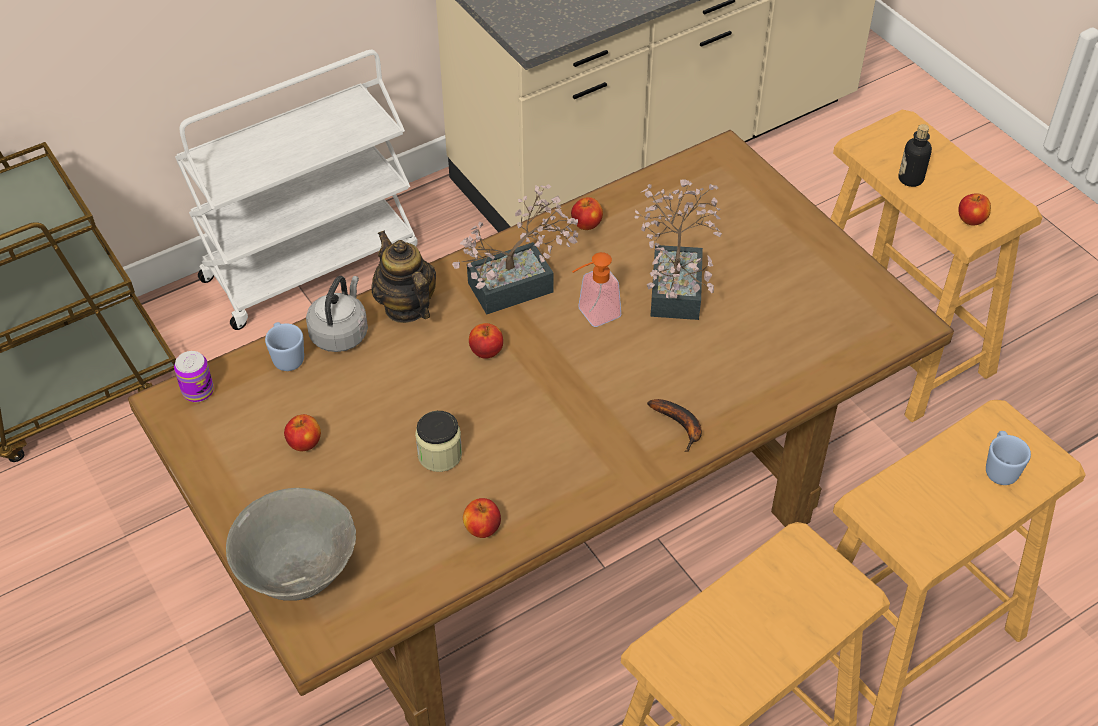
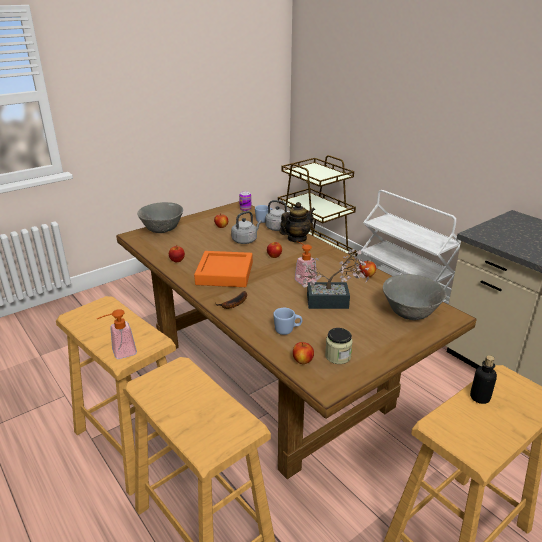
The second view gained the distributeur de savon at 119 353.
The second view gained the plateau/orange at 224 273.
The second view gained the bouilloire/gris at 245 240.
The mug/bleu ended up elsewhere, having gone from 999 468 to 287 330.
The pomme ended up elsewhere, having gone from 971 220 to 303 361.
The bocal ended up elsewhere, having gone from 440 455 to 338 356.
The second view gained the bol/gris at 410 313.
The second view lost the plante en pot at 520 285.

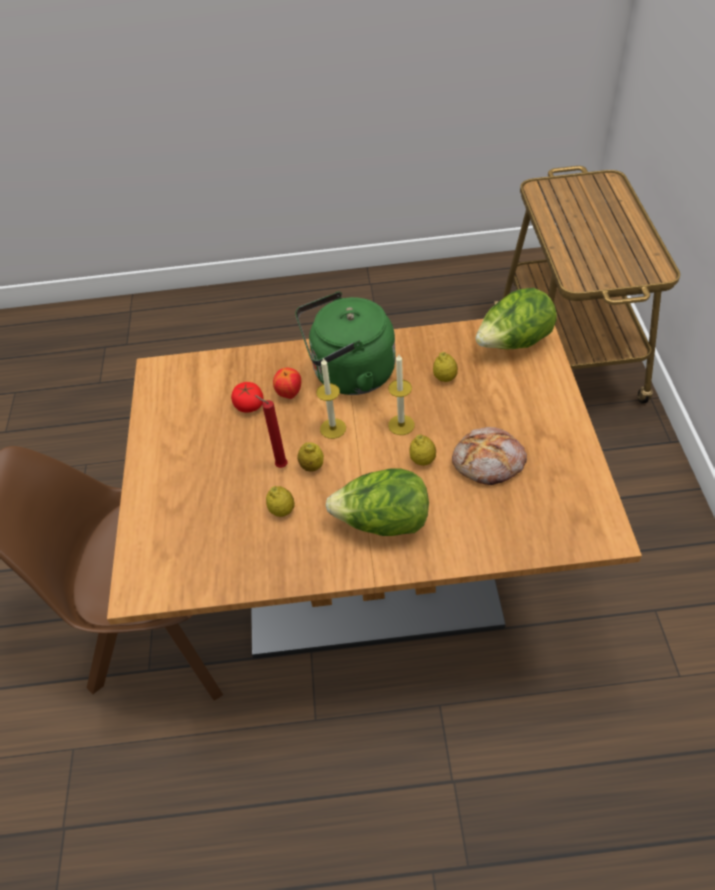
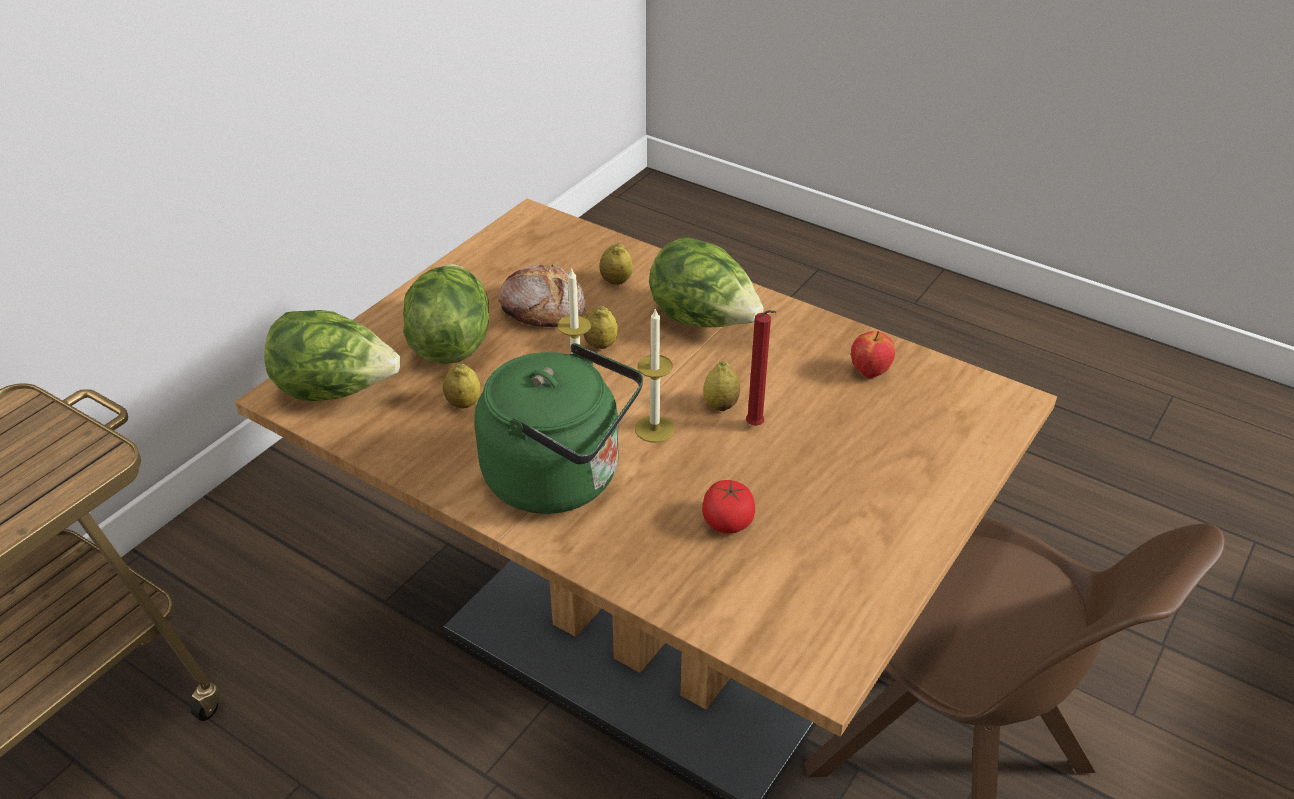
The second view gained the laitue at 450 342.
The citron ended up elsewhere, having gone from 282 510 to 616 281.
The pomme ended up elsewhere, having gone from 289 394 to 869 373.

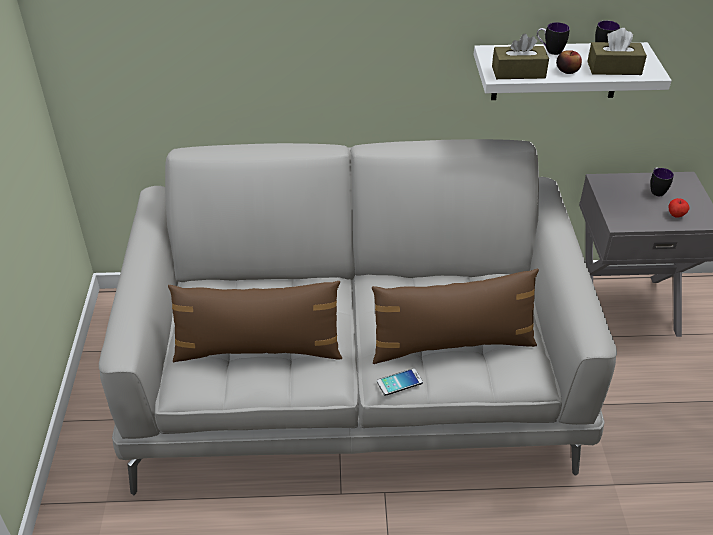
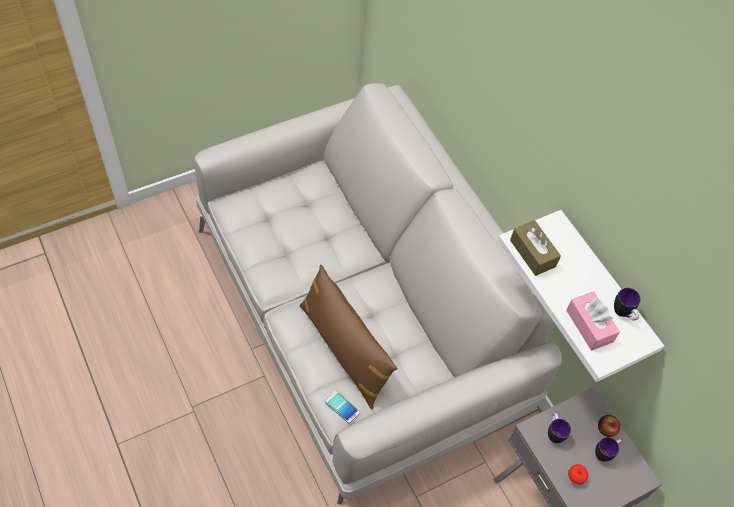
The téléphone ended up elsewhere, having gone from 399 382 to 342 407.
The mug ended up elsewhere, having gone from 549 51 to 554 433.
What was the boîte à mouchoirs/marron at 614 68 turned into the boîte à mouchoirs/rose at 589 326.
The pomme ended up elsewhere, having gone from 567 70 to 606 429.
The second view lost the coussin/marron at 258 349.

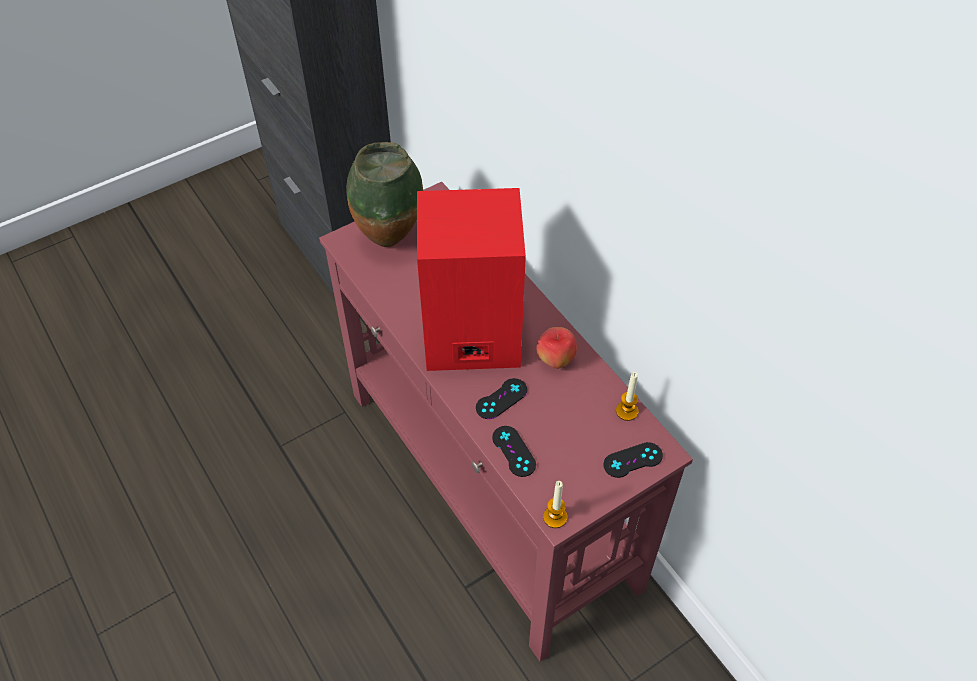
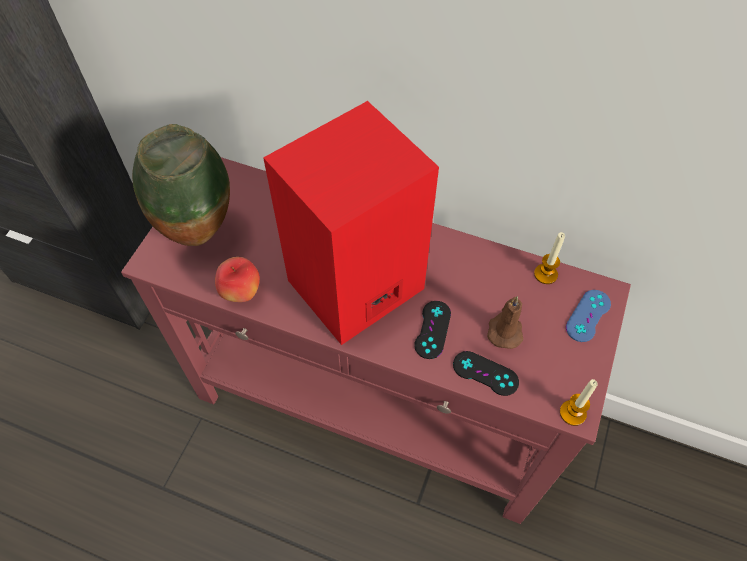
The pomme ended up elsewhere, having gone from 555 360 to 241 292.
The second view gained the bougie/marron at 504 330.
What was the manette/noir at 633 460 turned into the manette/bleu at 588 315.

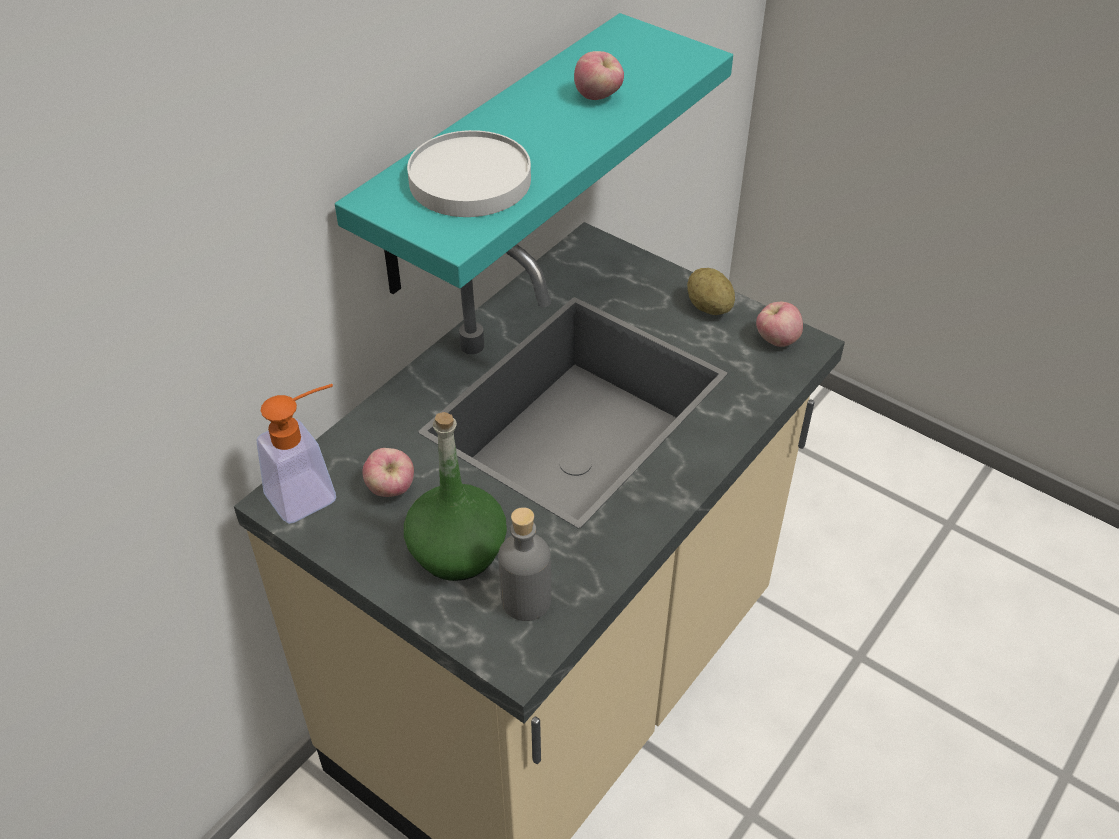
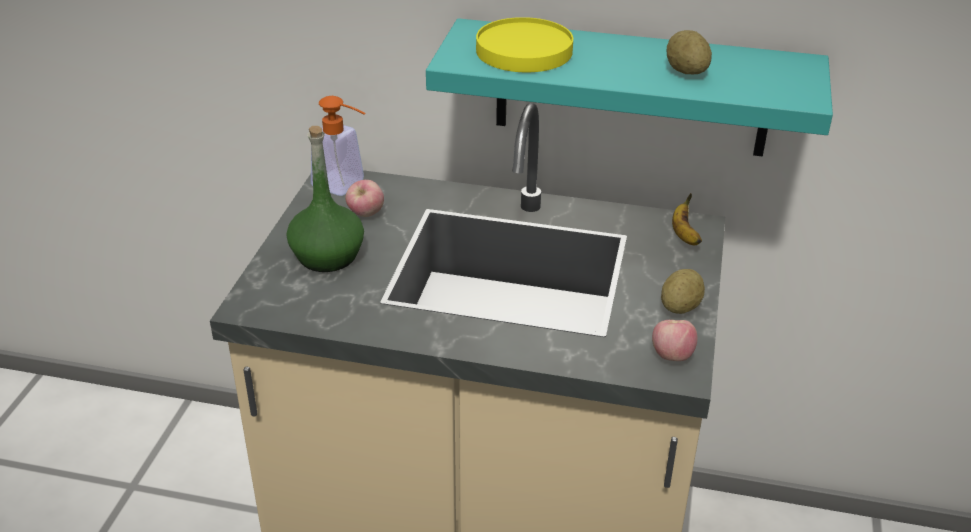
What was the assiette/blanc at 471 180 turned into the assiette/jaune at 524 51.
Where the pomme stood at 598 97, the pomme de terre came to stand at 686 71.
The second view gained the banane at 684 235.
The second view lost the bouteille/gris at 526 600.

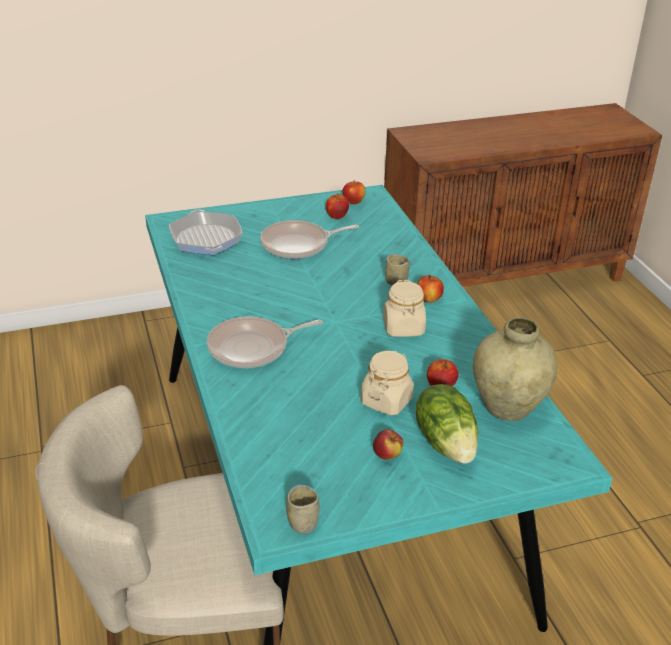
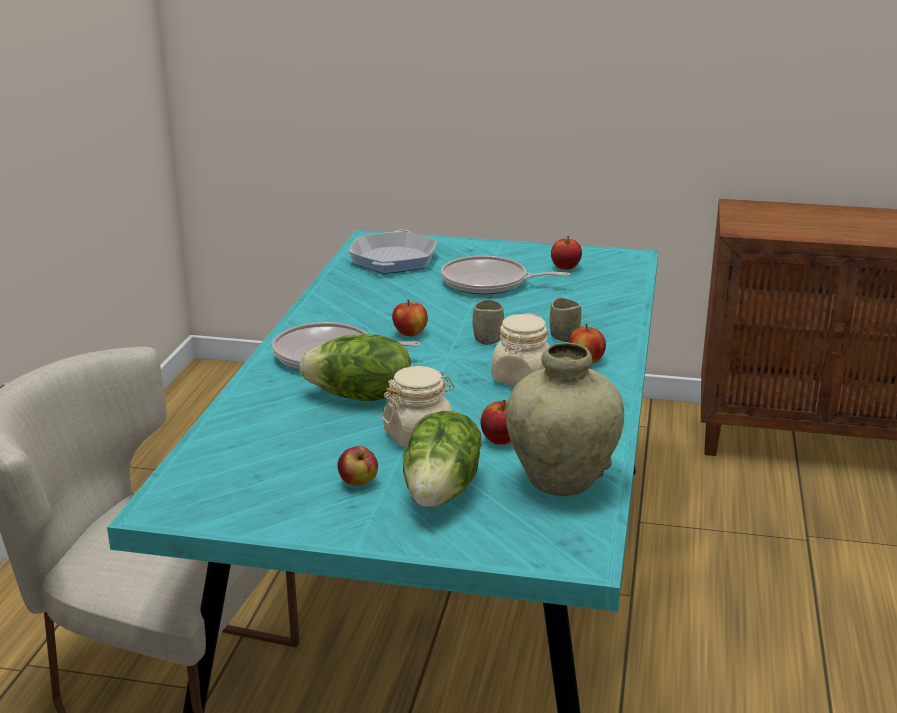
The second view gained the laitue at 360 397.
The pomme ended up elsewhere, having gone from 353 202 to 410 333.
The tasse ended up elsewhere, having gone from 302 523 to 488 339.

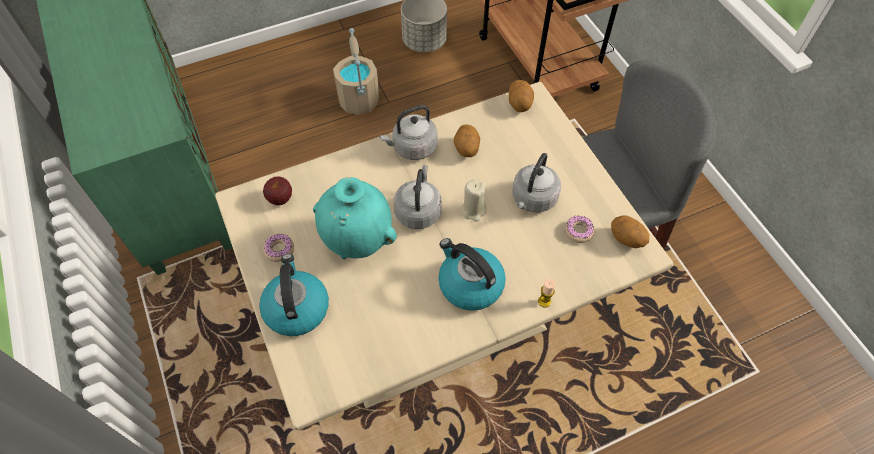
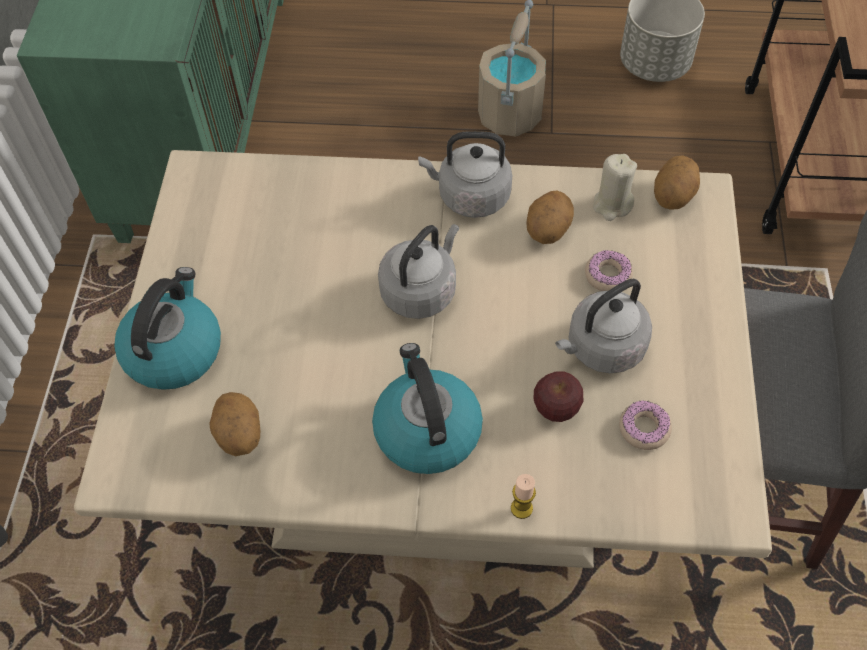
The pomme de terre ended up elsewhere, having gone from 626 239 to 239 435.
The pomme ended up elsewhere, having gone from 280 199 to 556 408.
The beignet ended up elsewhere, having gone from 279 250 to 607 275.
The bougie/beige ended up elsewhere, having gone from 473 210 to 612 205.
The second view lost the vase/turquoise at 358 241.

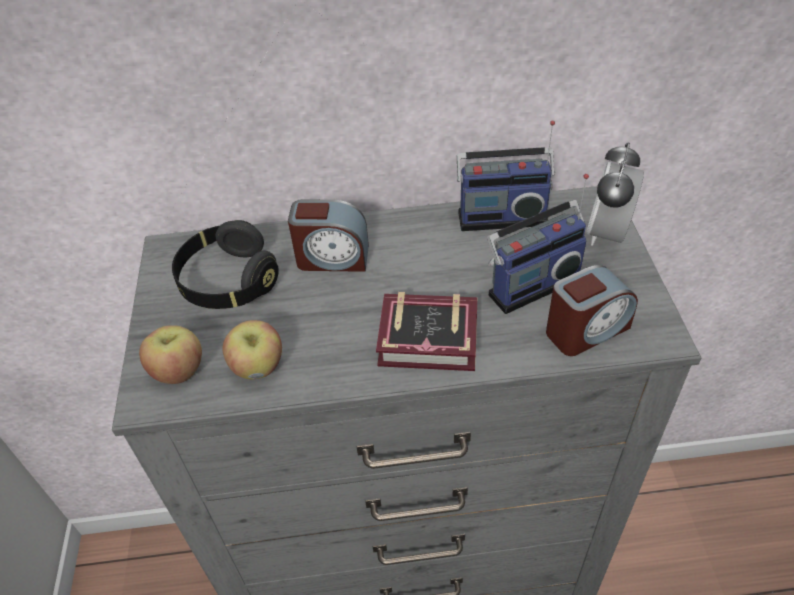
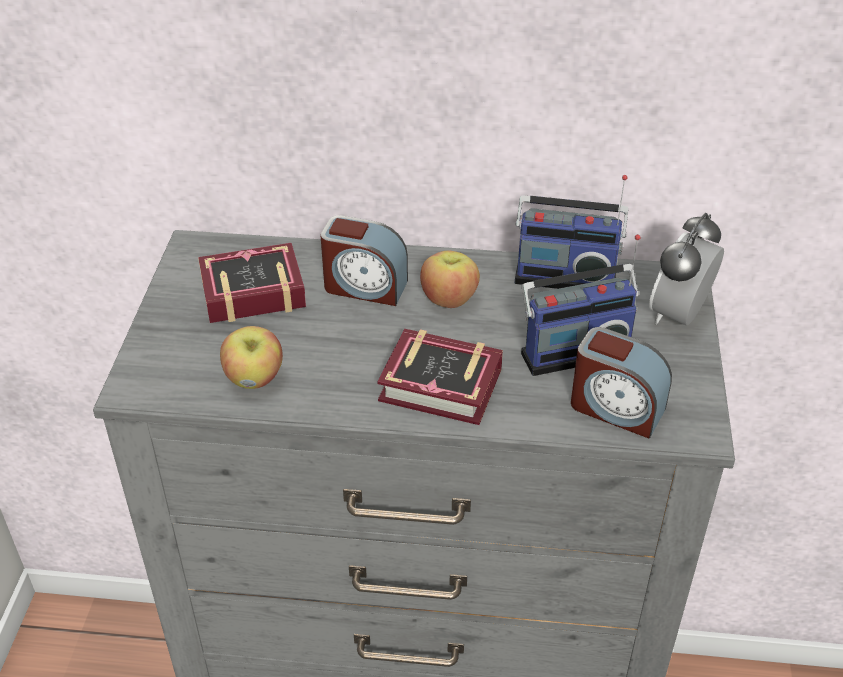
Where the casque audio/noir stood at 228 282, the livre came to stand at 248 291.
The pomme ended up elsewhere, having gone from 179 370 to 449 298.
The réveil at 586 330 ended up facing another way, 45 degrees clockwise from before.

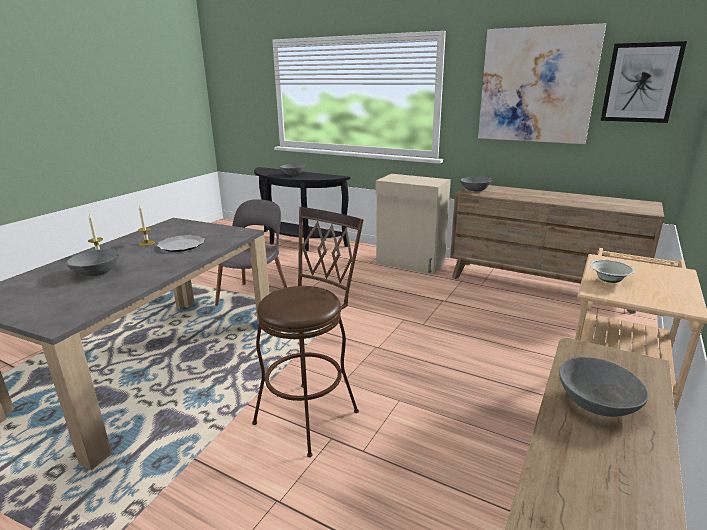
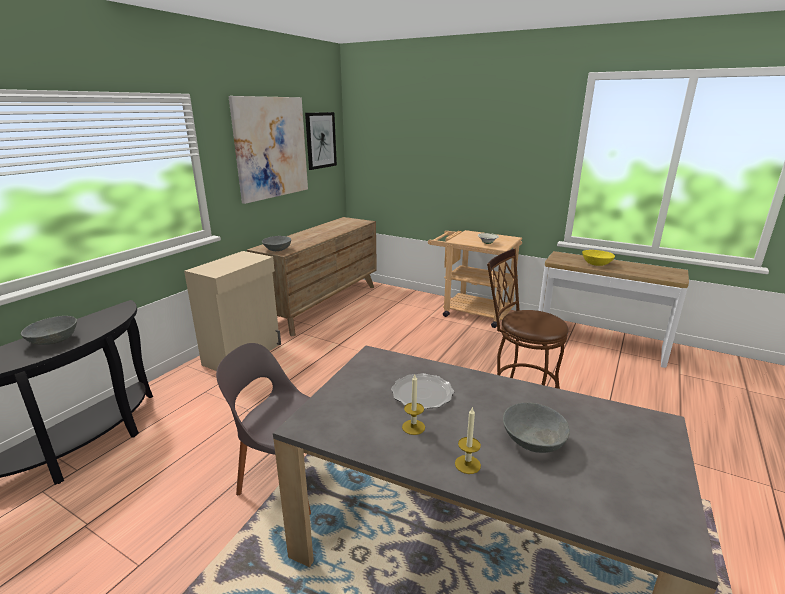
What was the bol/gris at 595 403 turned into the bol/jaune at 596 264.

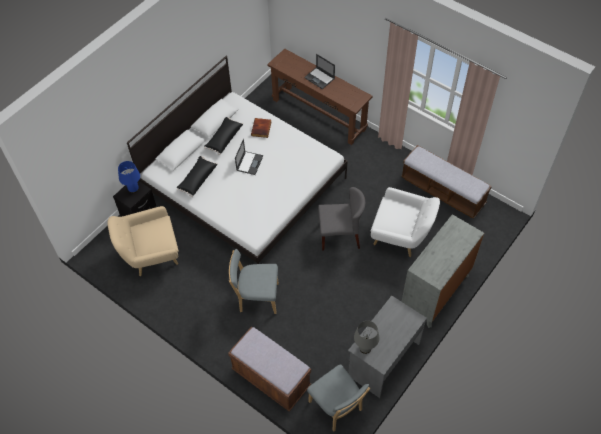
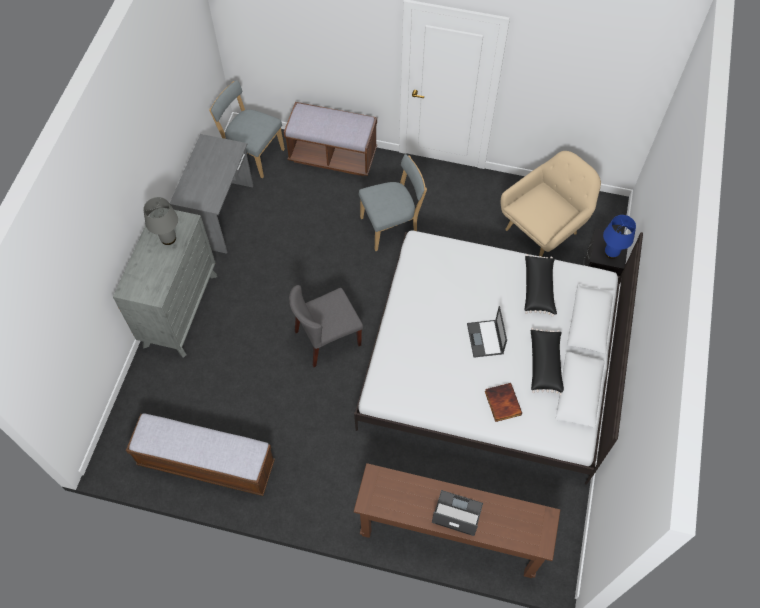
The lampe de table/gris ended up elsewhere, having gone from 365 348 to 168 239.
The second view lost the fauteuil/blanc at 401 237.

